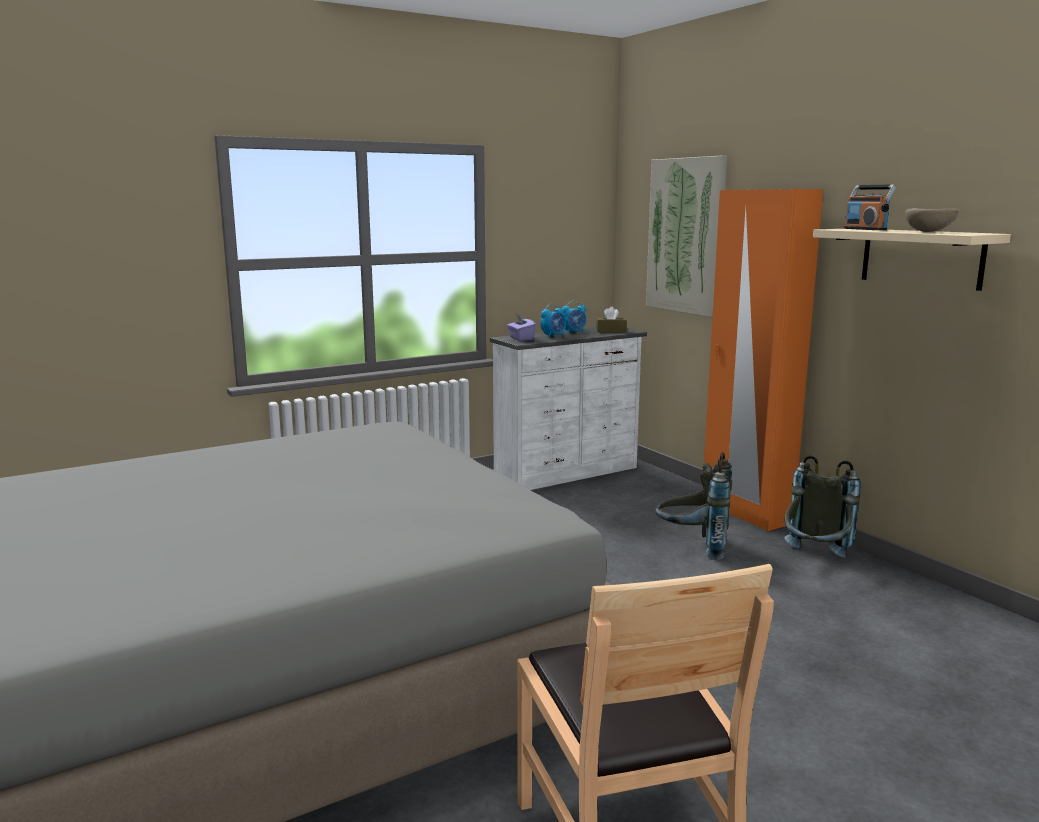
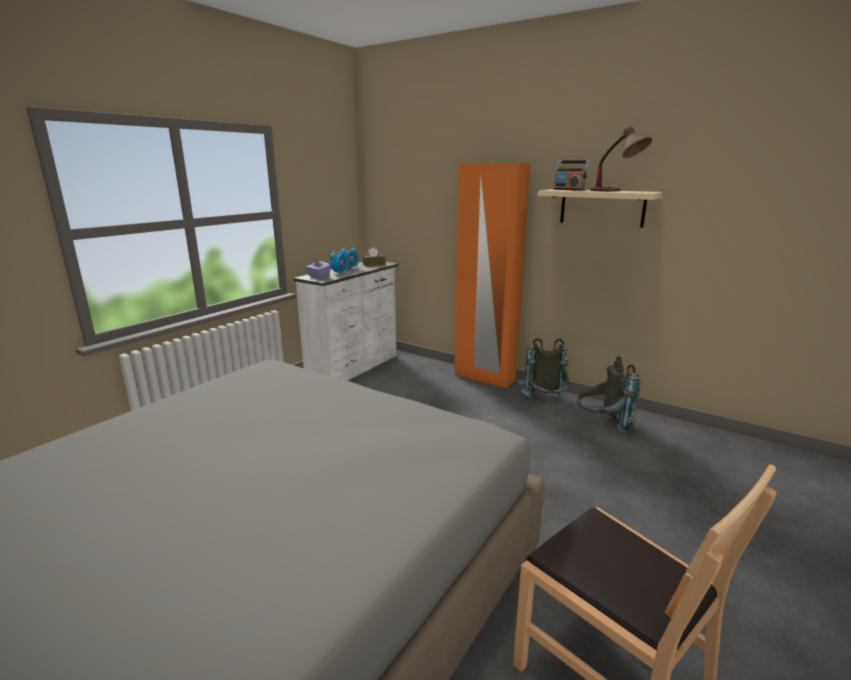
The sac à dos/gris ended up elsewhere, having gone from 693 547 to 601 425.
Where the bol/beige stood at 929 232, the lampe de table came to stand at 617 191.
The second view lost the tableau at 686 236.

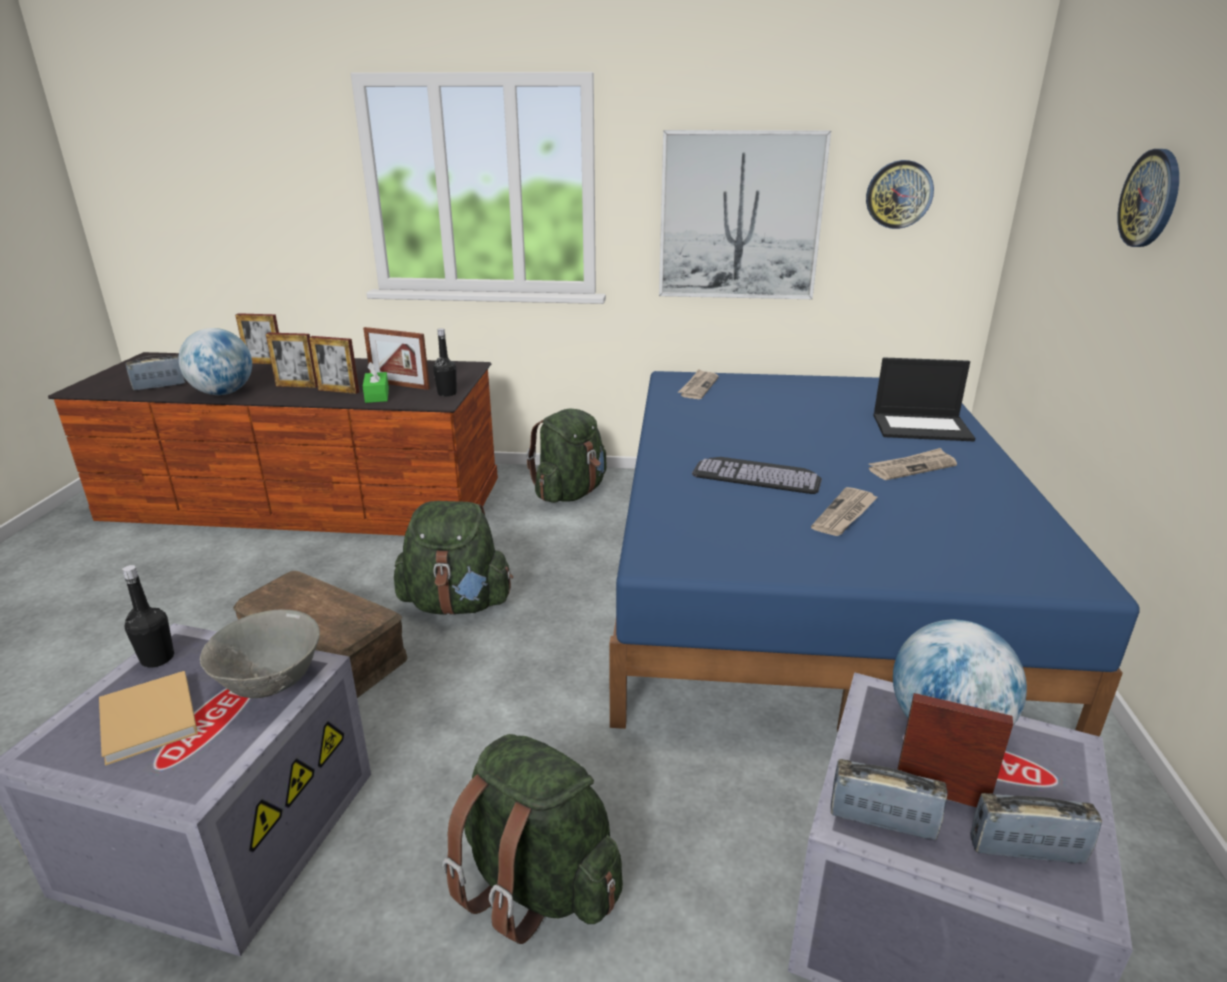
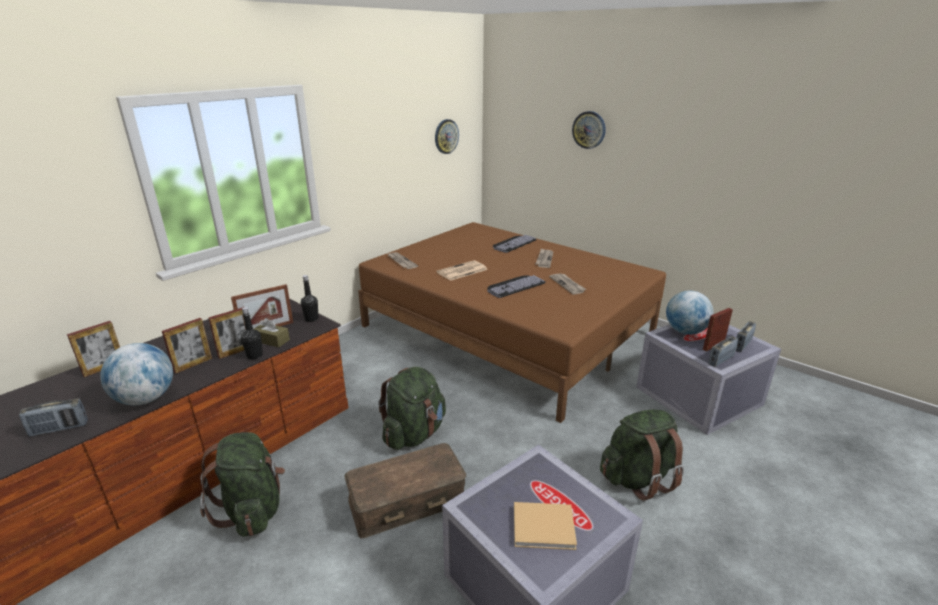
The radio at 159 386 ended up facing another way, 120 degrees counterclockwise from before.
The sac à dos/vert ended up elsewhere, having gone from 570 493 to 253 509.
The bouteille/noir ended up elsewhere, having gone from 157 658 to 255 355.
What was the boîte à mouchoirs/vert at 377 395 turned into the boîte à mouchoirs/marron at 272 340.
What was the lit/bleu at 806 575 turned into the lit/marron at 506 330.
The second view gained the journal at 461 271.
Where the ordinateur portable stood at 922 427, the clavier came to stand at 513 243.
The second view lost the bol/gris at 272 684.
The second view lost the tableau at 740 216.

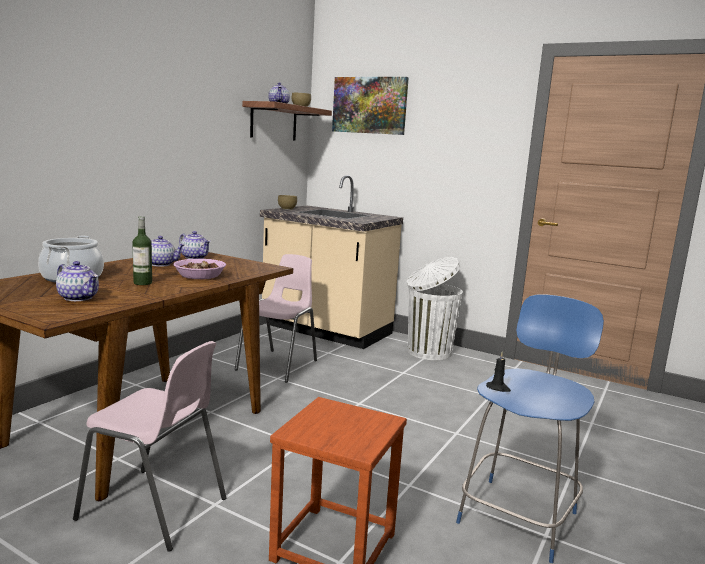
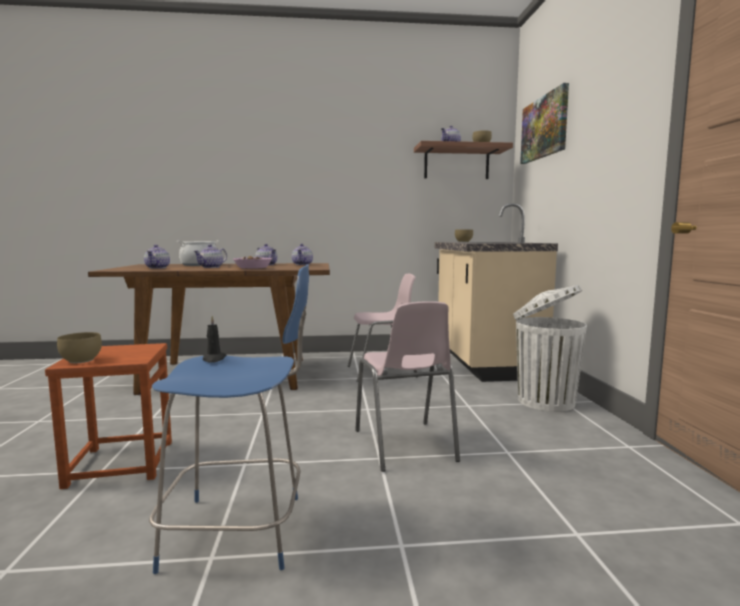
The second view gained the bol/marron at 83 360.
Where the bouteille stood at 142 283, the théière came to stand at 211 267.
The chaise/rose ended up elsewhere, having gone from 154 509 to 404 446.

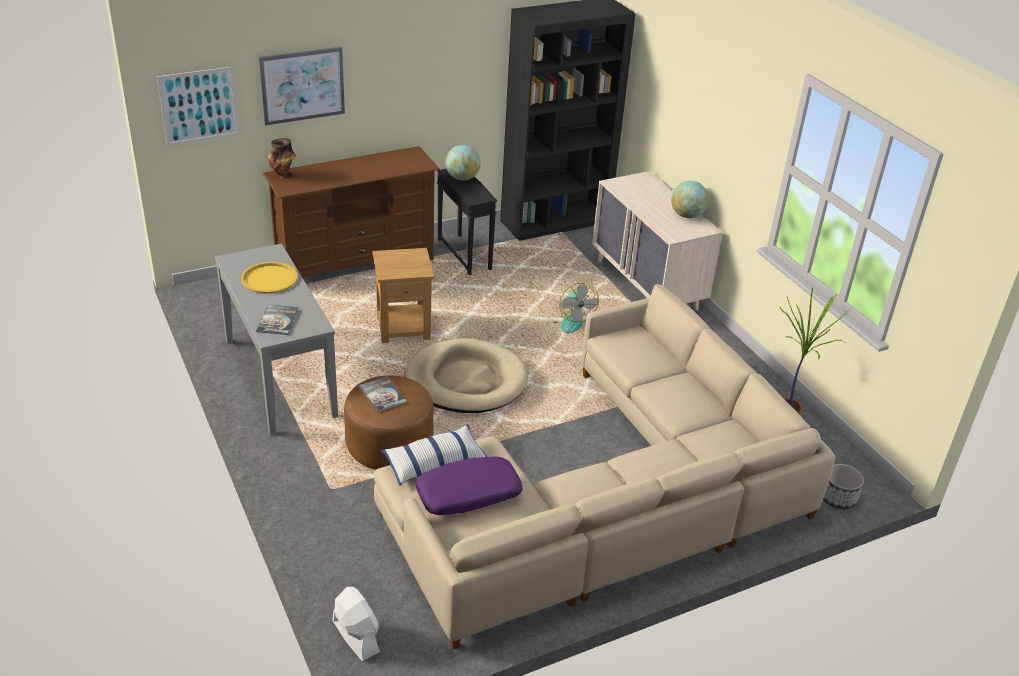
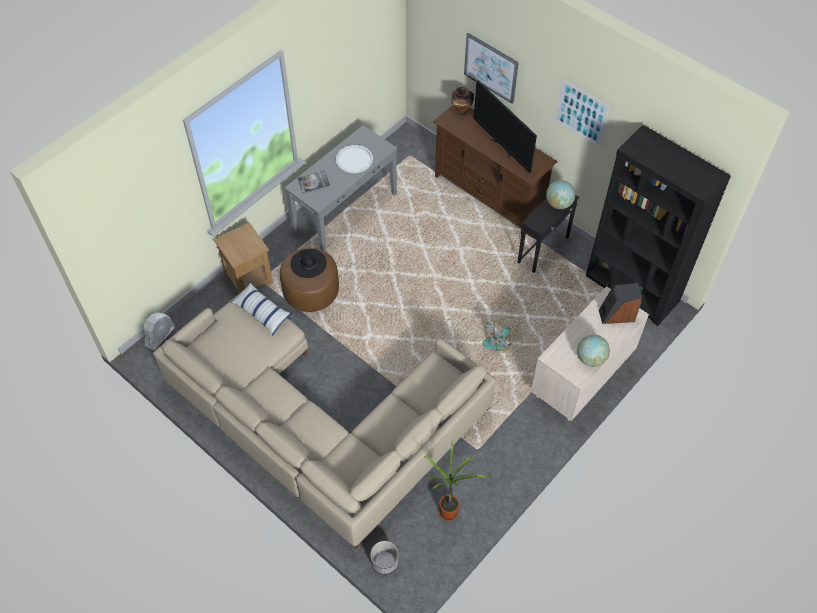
The table d'appoint/marron ended up elsewhere, having gone from 404 327 to 249 279.
Where the livre stood at 382 395, the chapeau/noir came to stand at 308 263.
What was the plateau/jaune at 269 278 turned into the plateau/blanc at 354 159.
The second view gained the téléviseur at 502 147.
The tableau ended up elsewhere, having gone from 199 106 to 581 113.
The second view gained the enceinte at 616 315.
The second view lost the panier pour chien/beige at 466 381.
The second view lost the coussin/violet at 468 495.

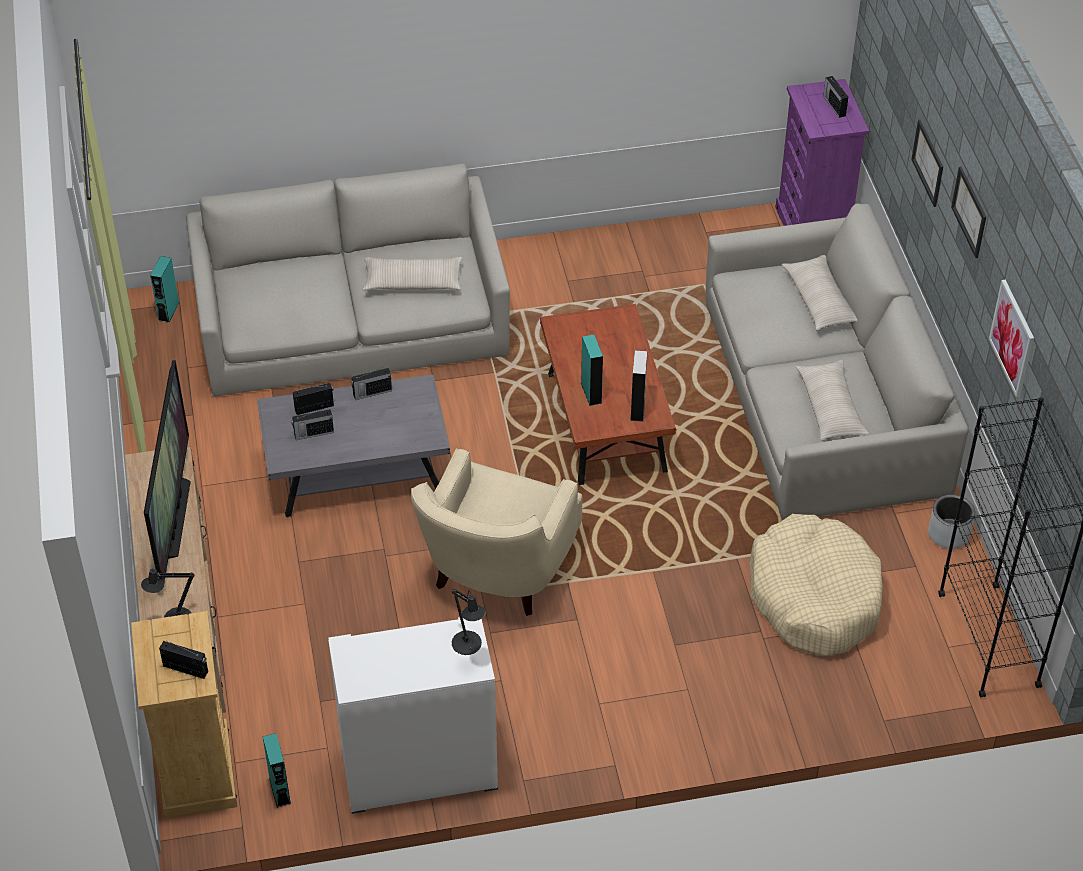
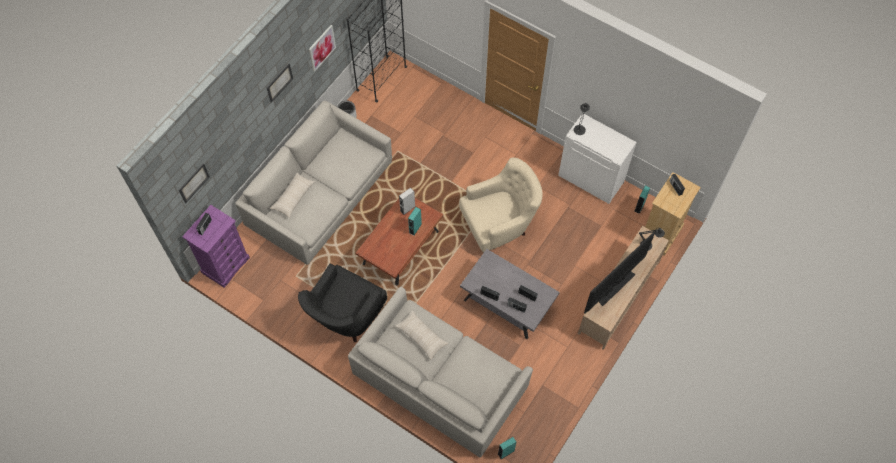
The tableau ended up elsewhere, having gone from 928 163 to 193 183.
The second view gained the fauteuil/noir at 345 316.
The second view lost the panier pour chien/beige at 814 597.
The second view lost the coussin/beige at 830 408.

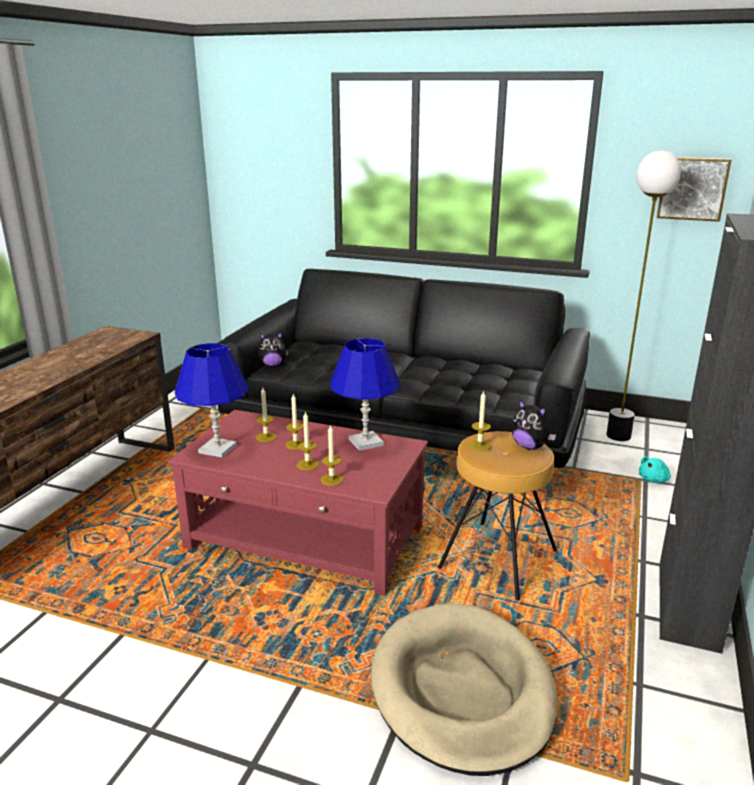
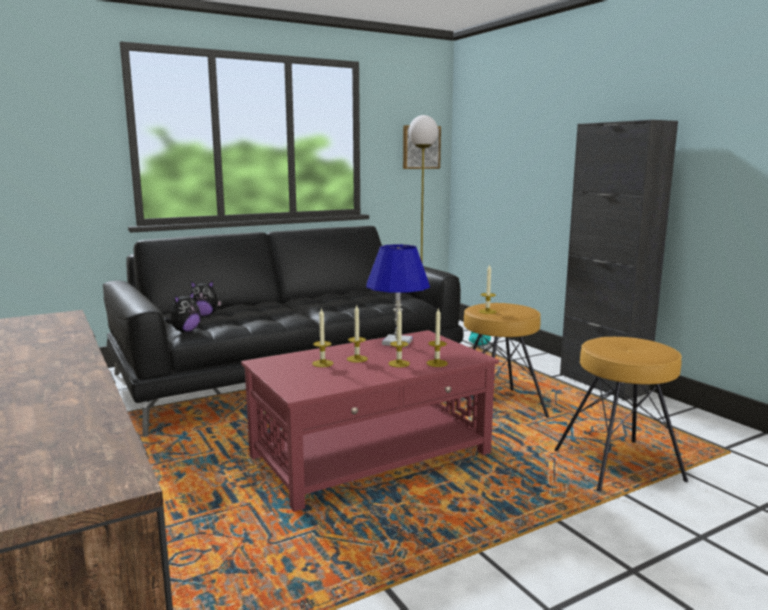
The peluche ended up elsewhere, having gone from 530 446 to 204 315.
Where the panier pour chien/beige stood at 462 690, the tabouret/marron came to stand at 618 466.
The second view lost the lampe de table/bleu at 217 449.

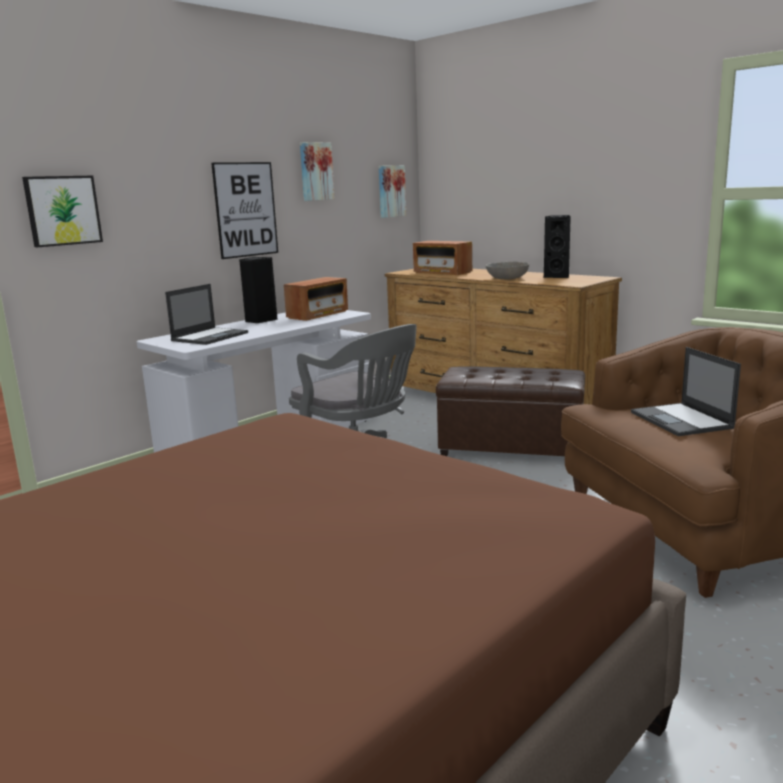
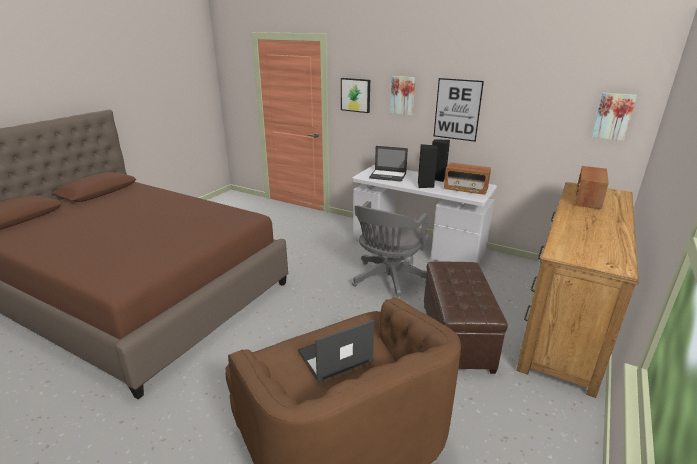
The tableau ended up elsewhere, having gone from 315 171 to 403 95.
The enceinte/noir ended up elsewhere, having gone from 557 276 to 425 185.
The second view lost the bol/gris at 507 278.

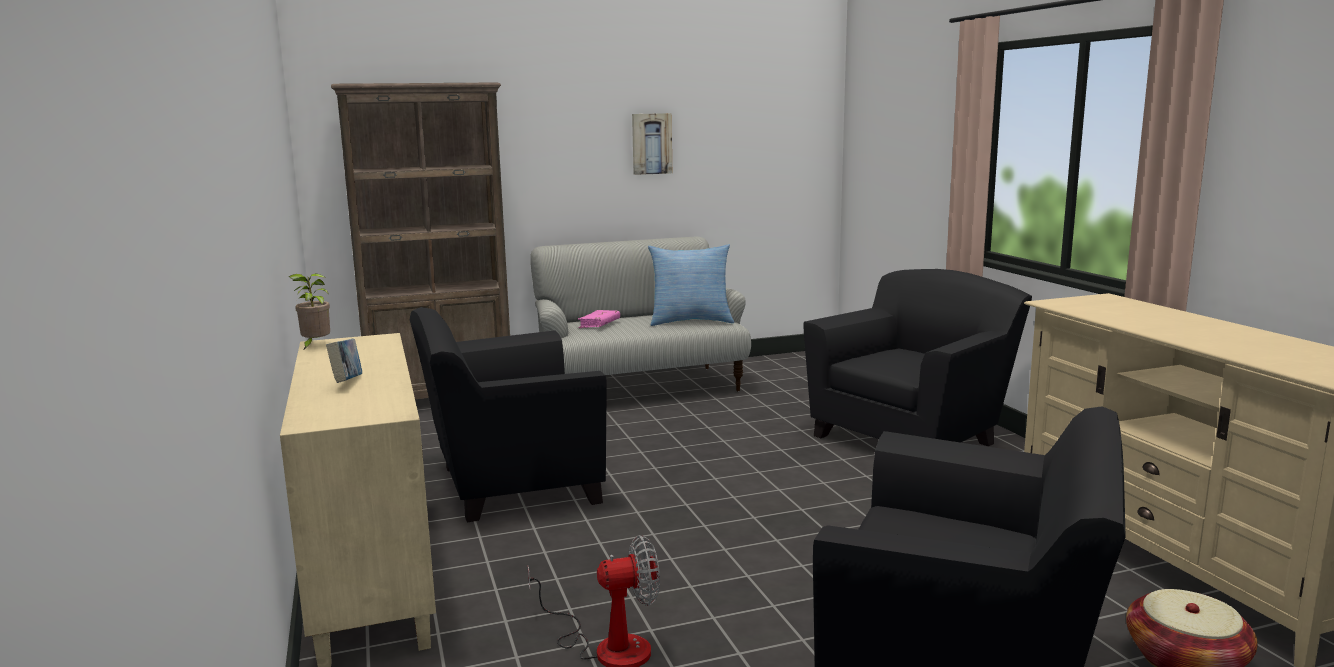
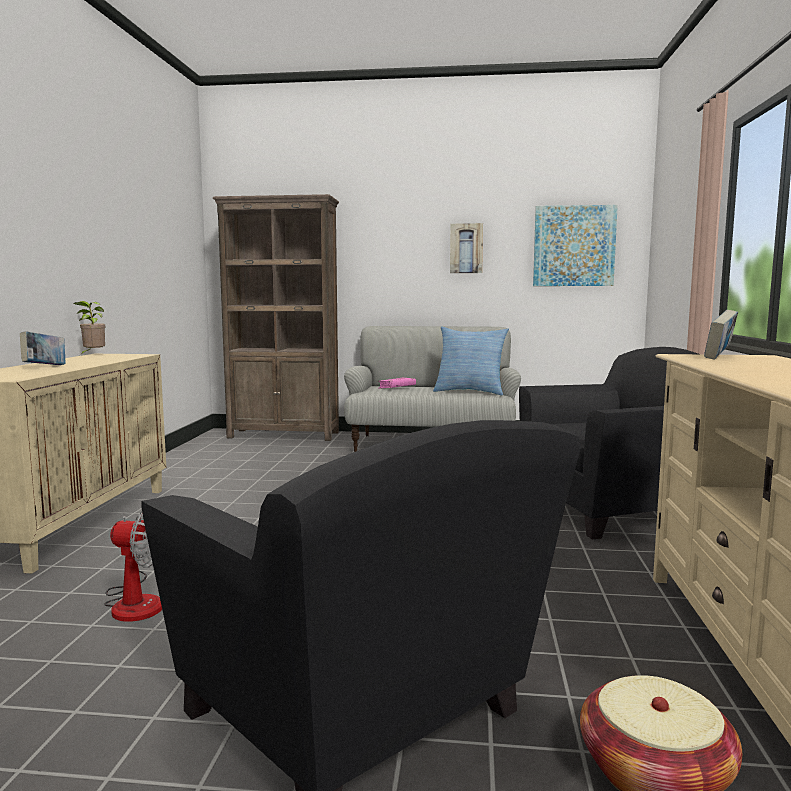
The second view gained the tableau at 574 246.
The second view gained the livre at 719 357.
The second view lost the fauteuil/noir at 509 485.

